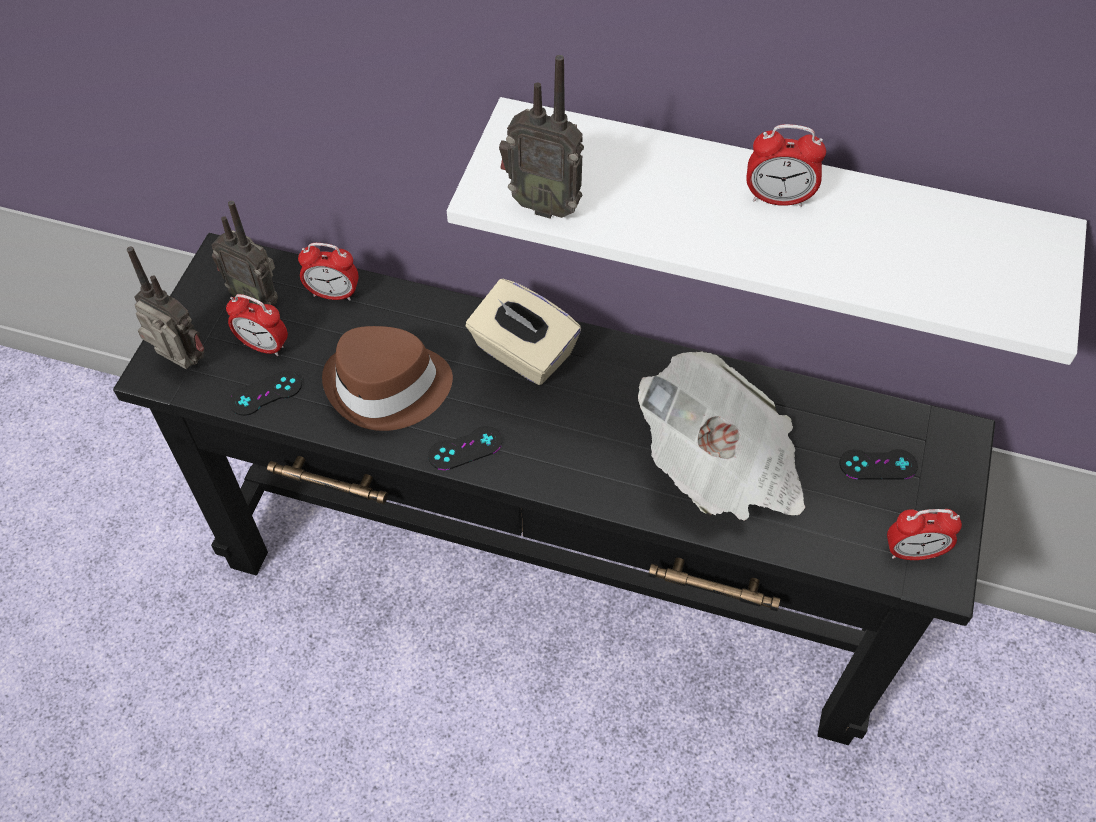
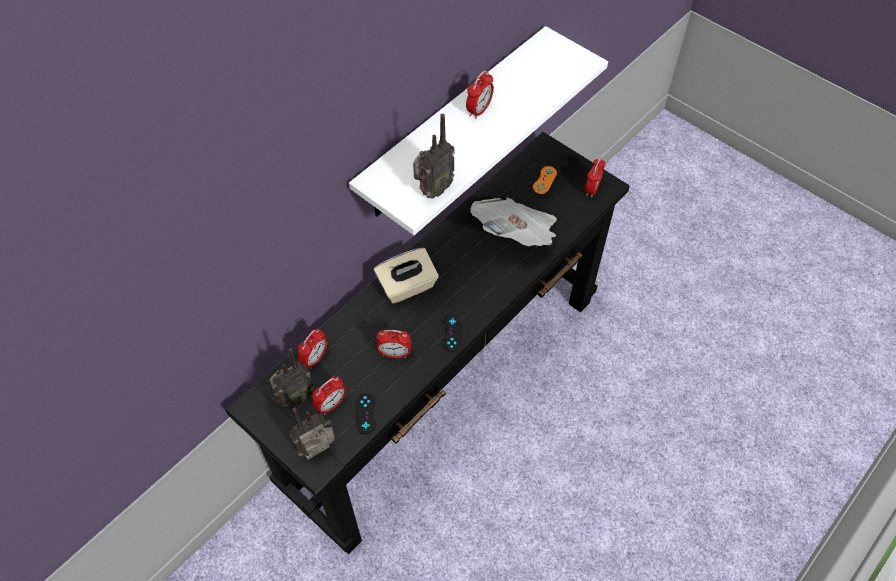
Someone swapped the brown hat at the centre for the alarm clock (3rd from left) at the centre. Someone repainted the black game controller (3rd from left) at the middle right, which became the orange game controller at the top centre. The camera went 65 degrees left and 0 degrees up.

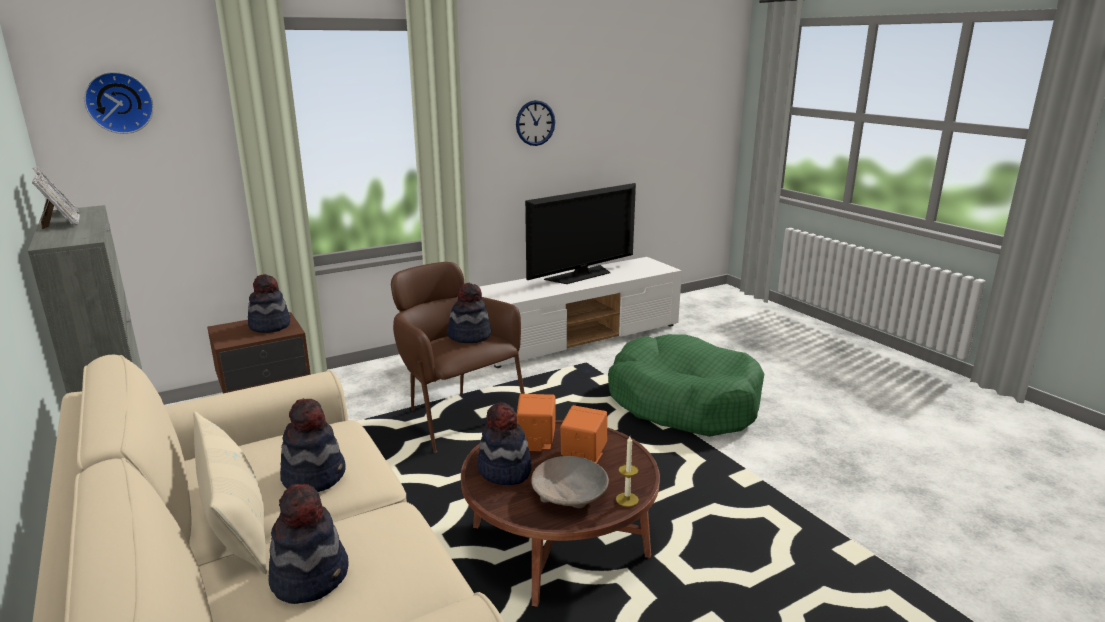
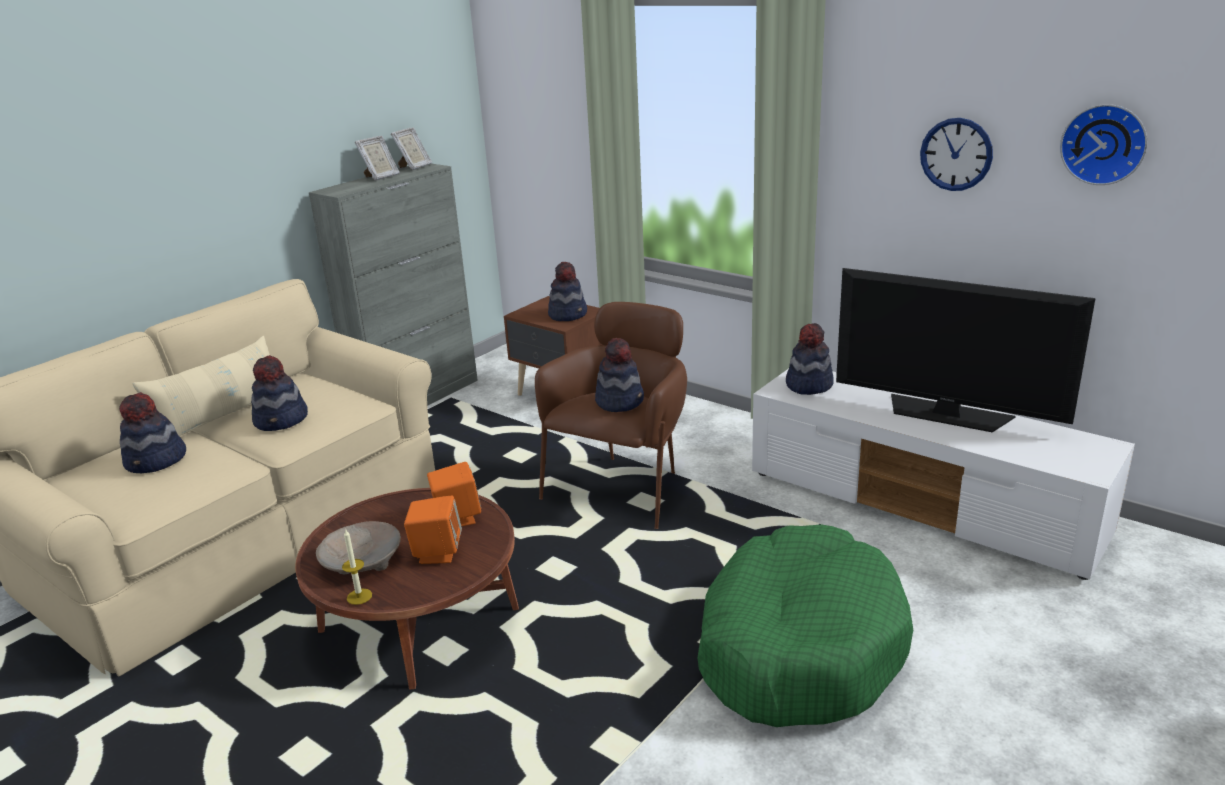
Someone carried the wall clock (1st from left in the first image) from the top left to the top right. Someone carried the hat (5th from left) from the bottom centre to the centre. The camera went 70 degrees right and 5 degrees up.

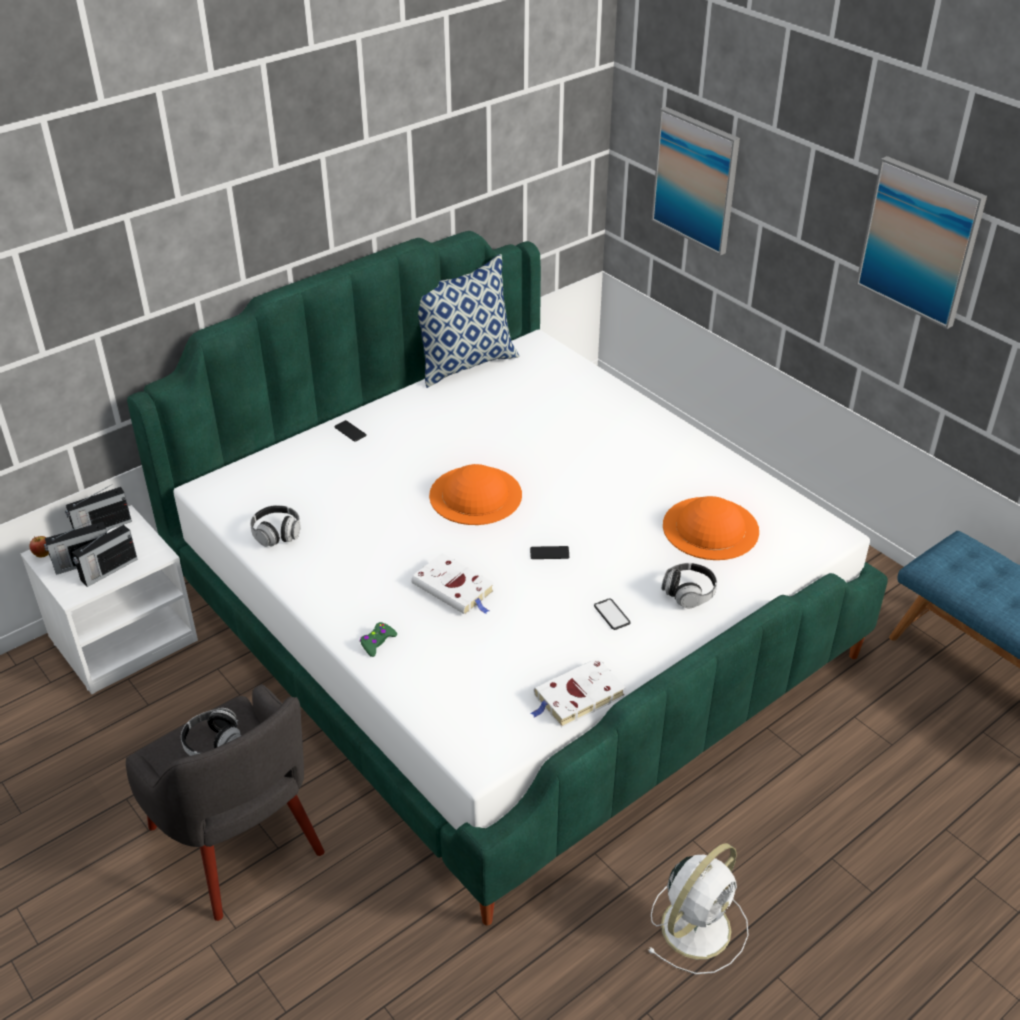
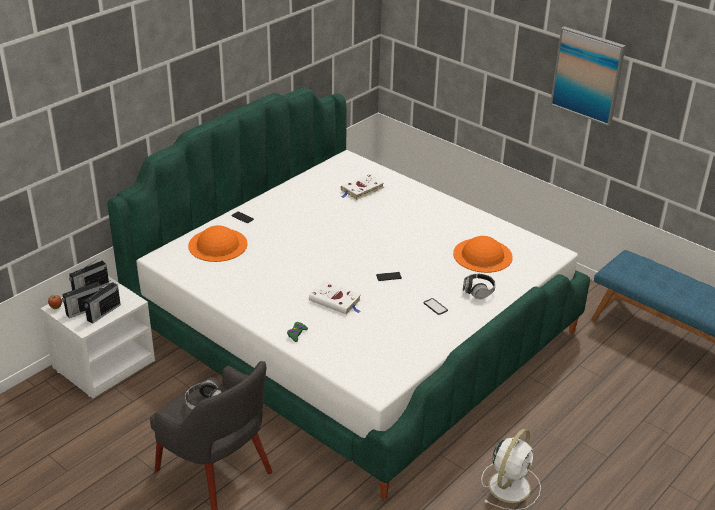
Someone took away the headphones (2nd from left) at the middle left. Someone took away the pillow at the top centre. Someone carried the orange hat (1st from left) from the centre to the middle left. Someone carried the white book (2nd from left) from the bottom centre to the centre. Someone took away the picture (1st from left) at the top right. The camera went 10 degrees left and 5 degrees down.

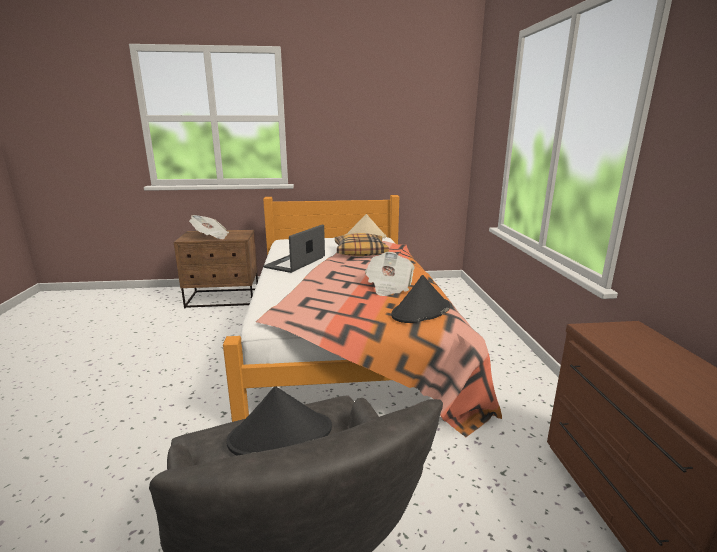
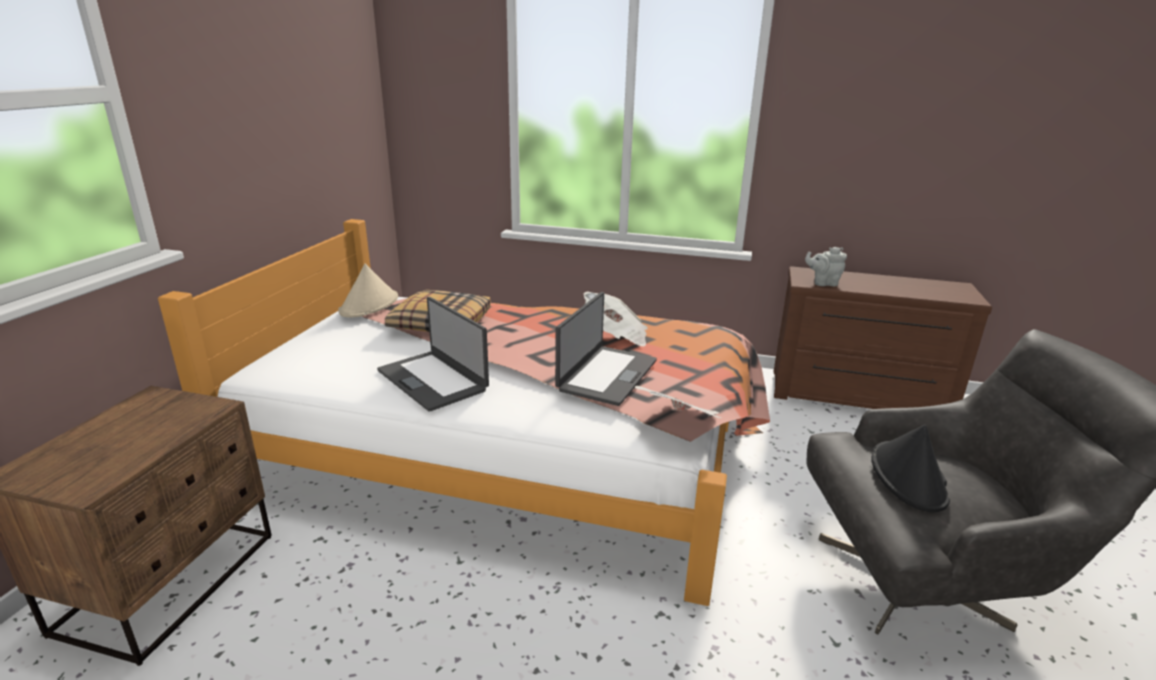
Someone carried the newspaper (1st from left in the first image) from the middle left to the centre. Someone took away the black hat (2nd from left) at the centre. Someone put down the laptop (2nd from left) at the centre. Someone put down the grey teapot at the middle right. The camera went 70 degrees left and 5 degrees up.

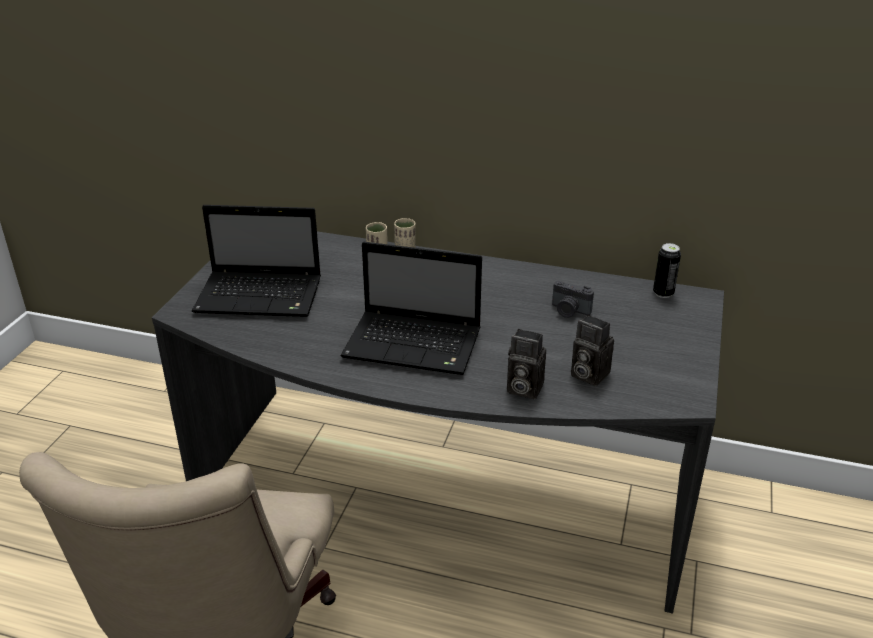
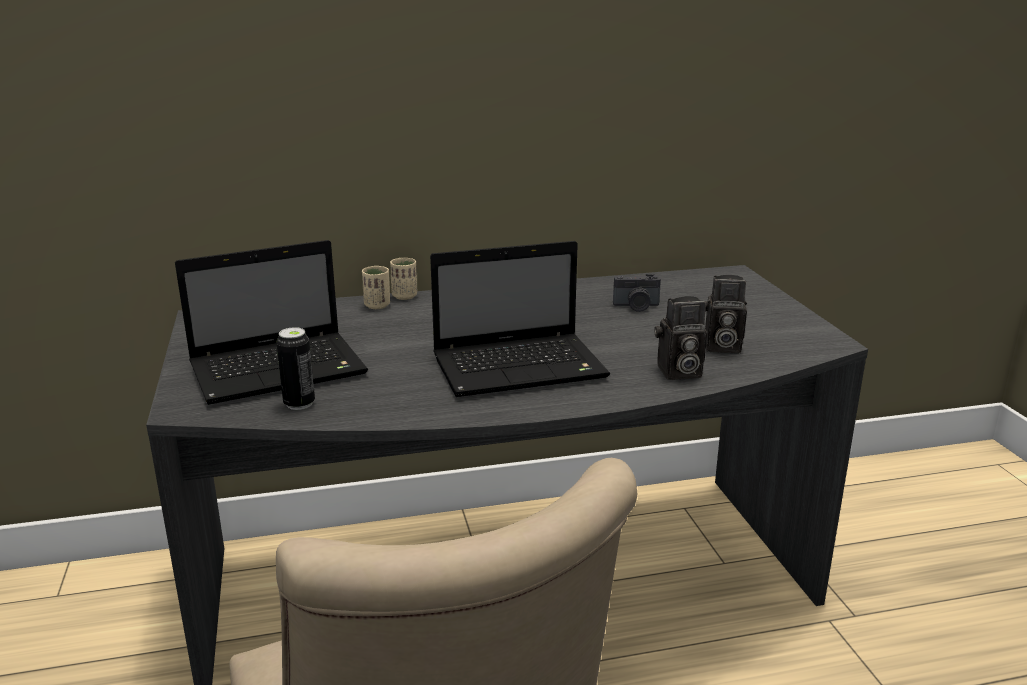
Someone carried the can from the middle right to the middle left. The camera went 30 degrees left and 10 degrees down.

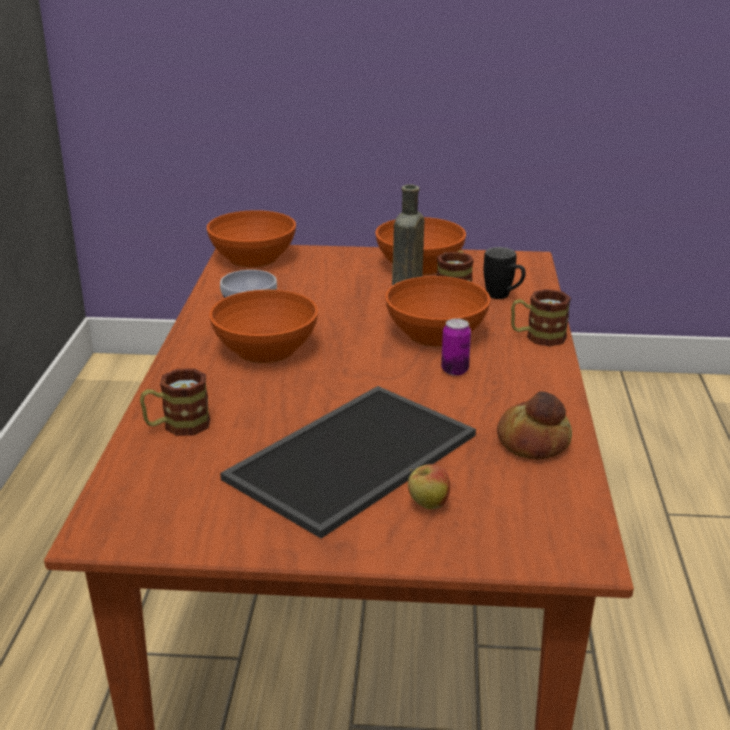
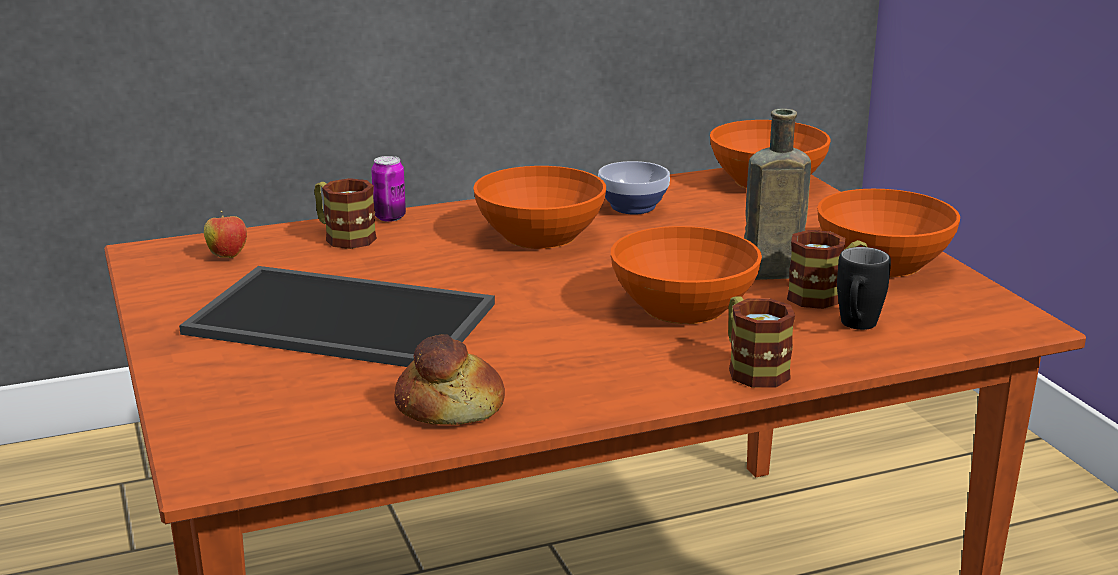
Someone carried the apple from the centre to the middle left. Someone carried the can from the centre to the top centre. The camera went 65 degrees right and 5 degrees down.

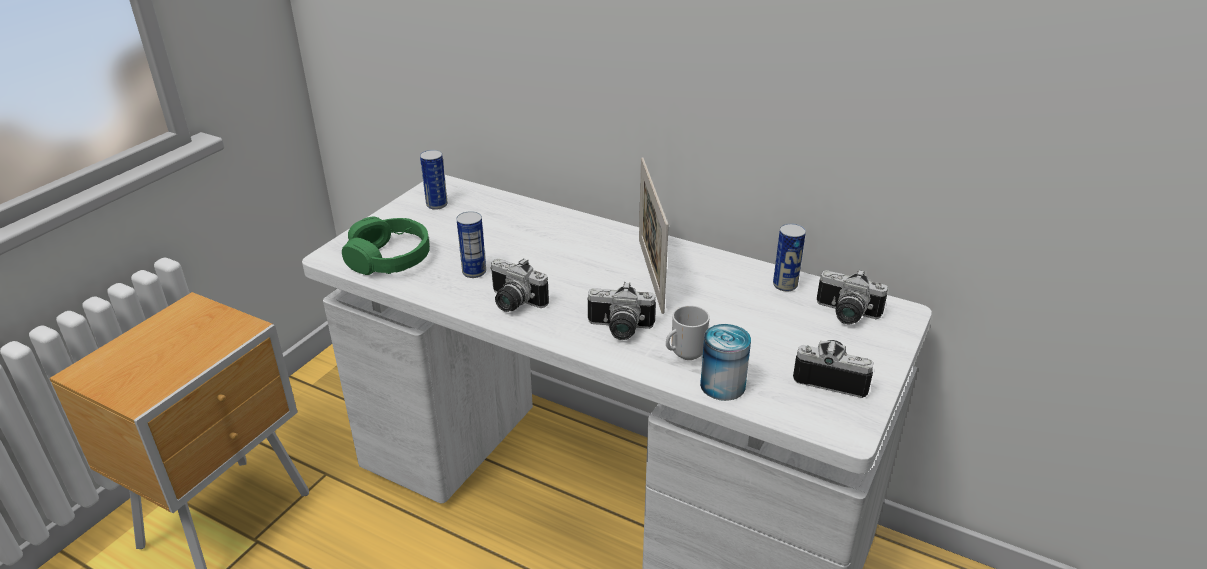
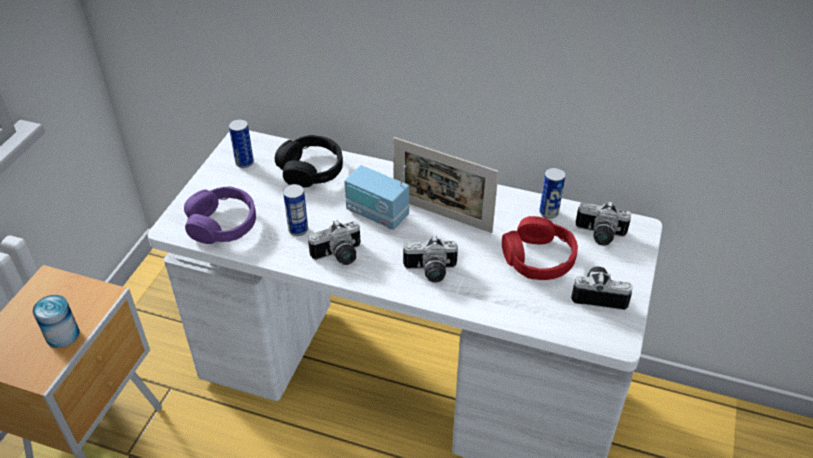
Someone repainted the green headphones at the middle left, which became the purple headphones at the middle left. Someone rotated the photo camera (1st from left) at the centre by 45 degrees counterclockwise. Someone rotated the picture frame at the centre by 45 degrees counterclockwise. Someone took away the mug at the centre. Someone carried the can (3rd from left in the first image) from the centre to the bottom left. Someone put down the black headphones at the centre. Someone put down the radio at the centre. Someone put down the red headphones at the centre. The camera went 10 degrees left and 10 degrees up.

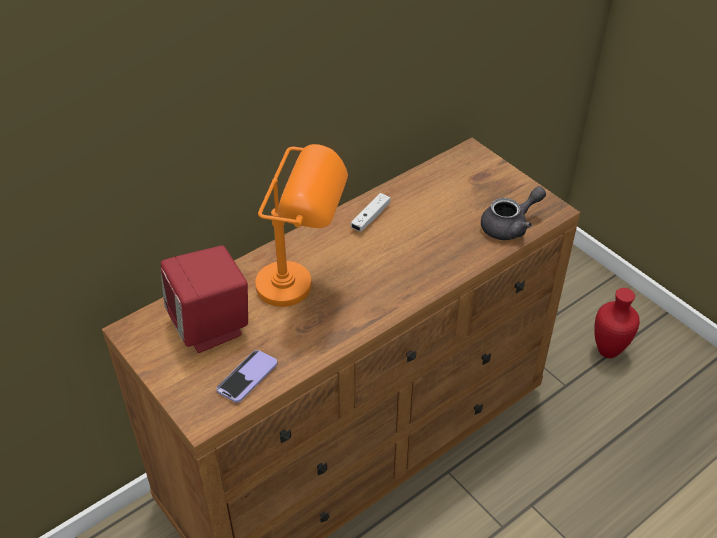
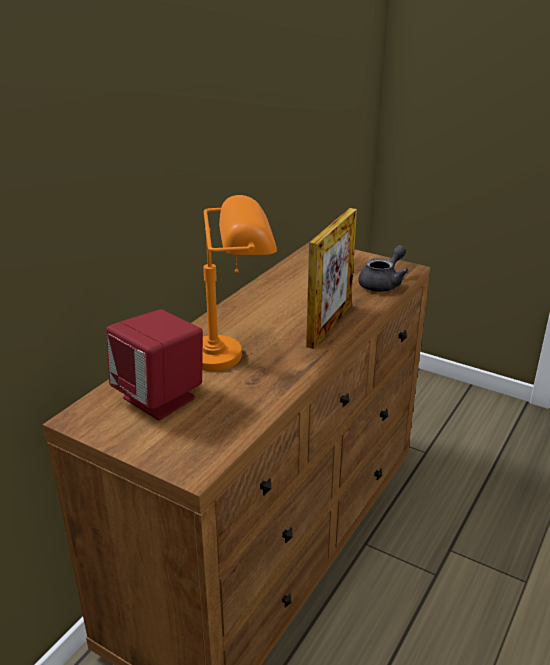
Someone took away the phone at the bottom centre. Someone took away the white game controller at the centre. Someone took away the red vase at the middle right. Someone put down the picture frame at the centre. The camera went 20 degrees left and 15 degrees down.

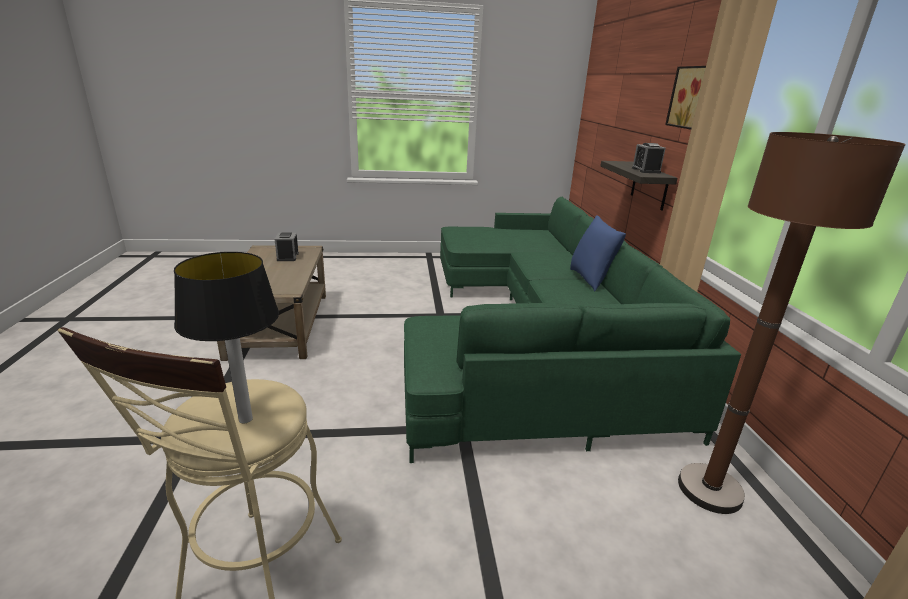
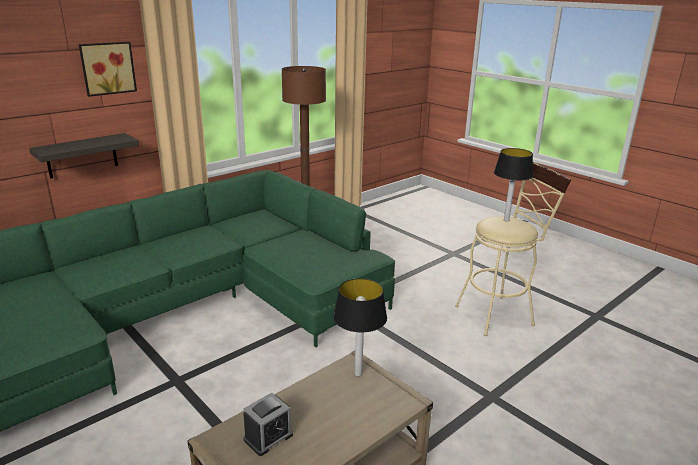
Someone took away the blue pillow at the centre. Someone took away the alarm clock (2nd from left) at the top right. Someone put down the table lamp (1st from left) at the bottom centre. The camera went 125 degrees left and 0 degrees up.

